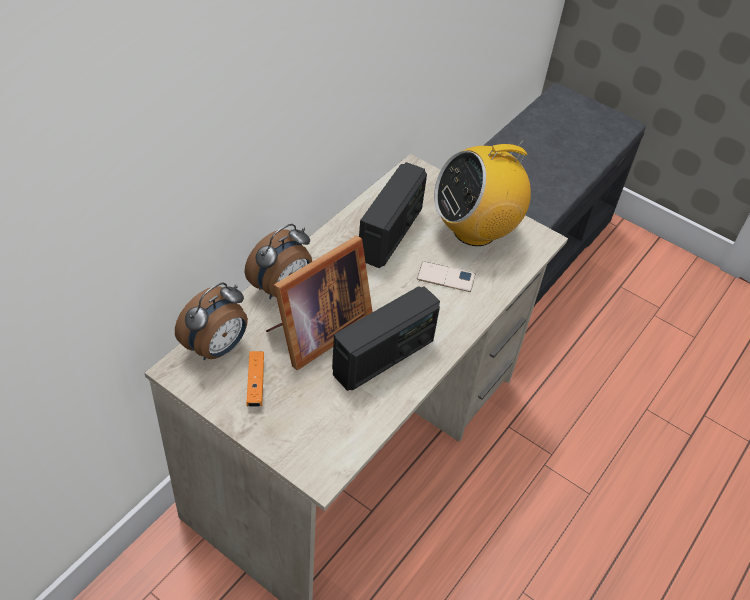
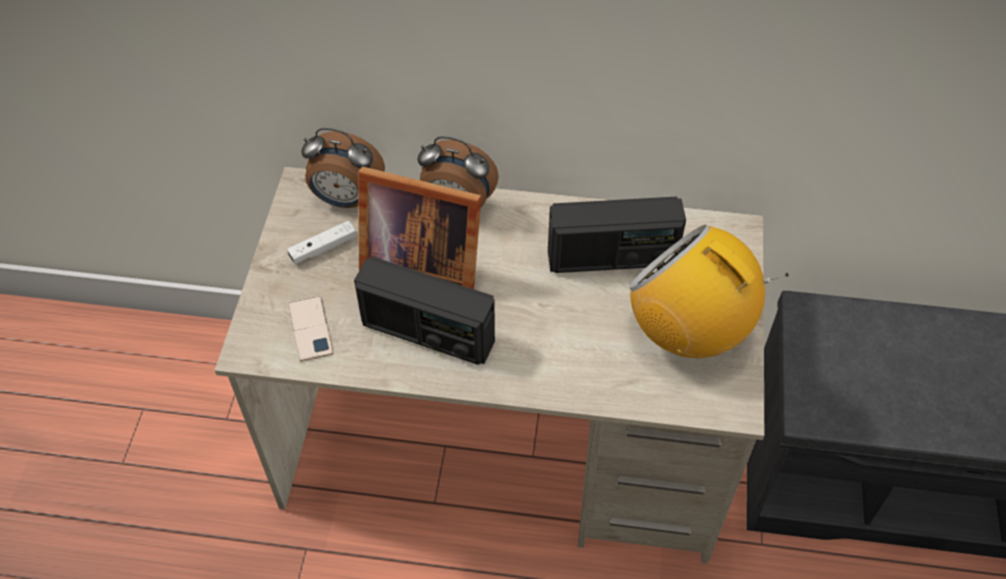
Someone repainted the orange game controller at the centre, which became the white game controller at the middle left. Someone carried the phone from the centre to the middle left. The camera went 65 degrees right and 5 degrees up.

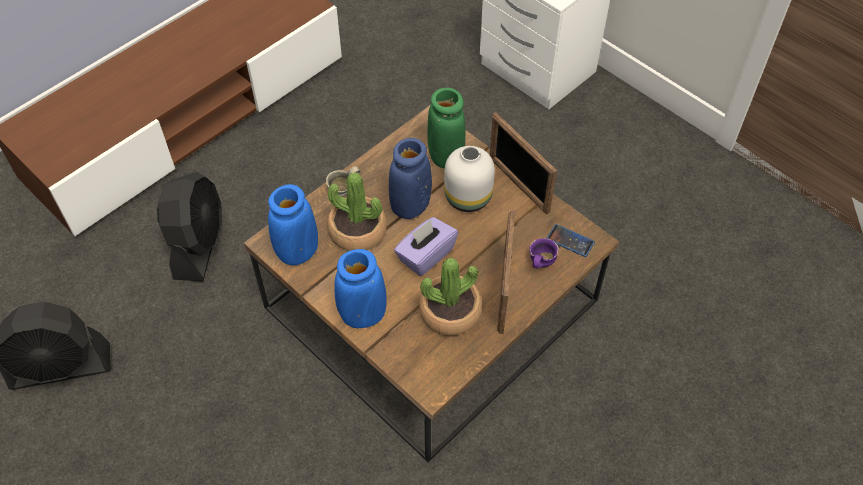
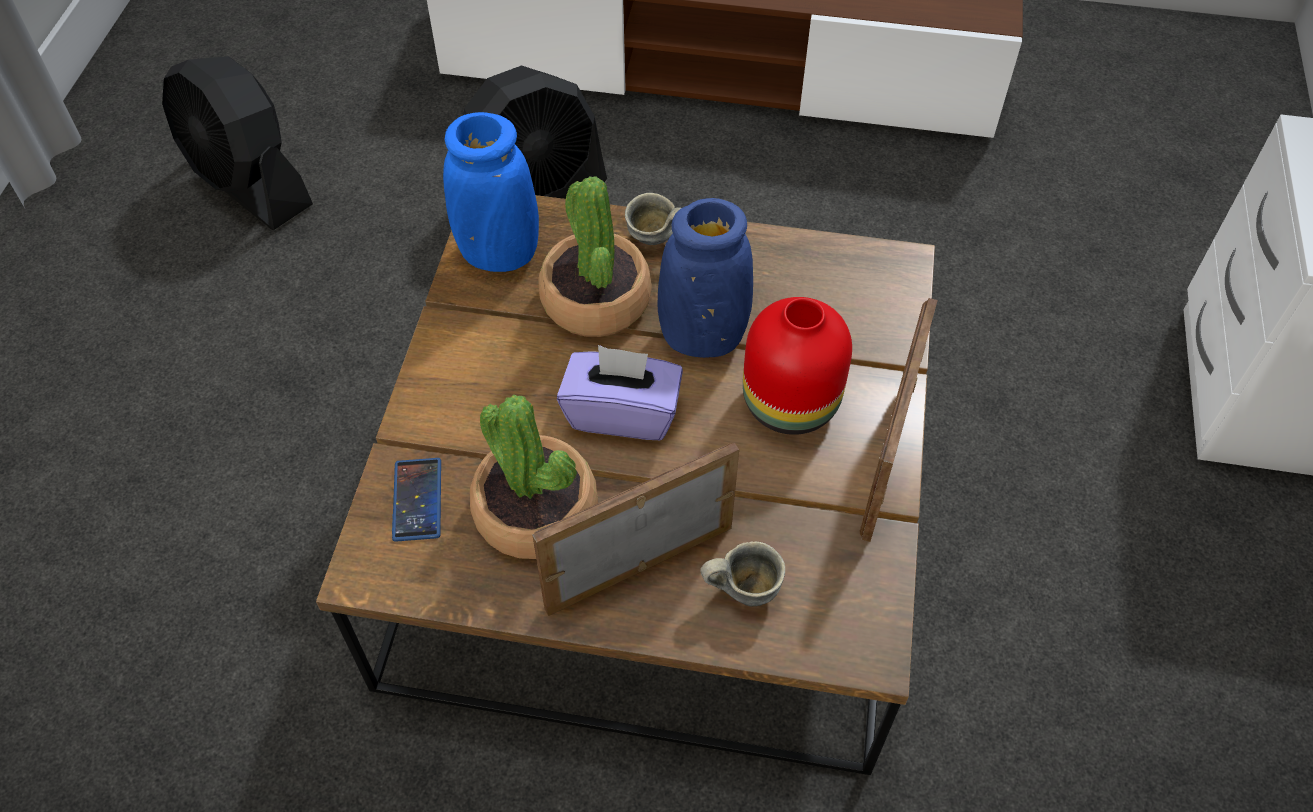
Someone took away the blue vase (2nd from left) at the centre. Someone took away the green vase at the top centre. Someone repainted the white vase at the centre, which became the red vase at the centre. Someone repainted the purple mug at the centre, which became the grey mug (2nd from left) at the bottom centre. Someone carried the phone from the centre to the middle left. The camera went 55 degrees right and 0 degrees up.

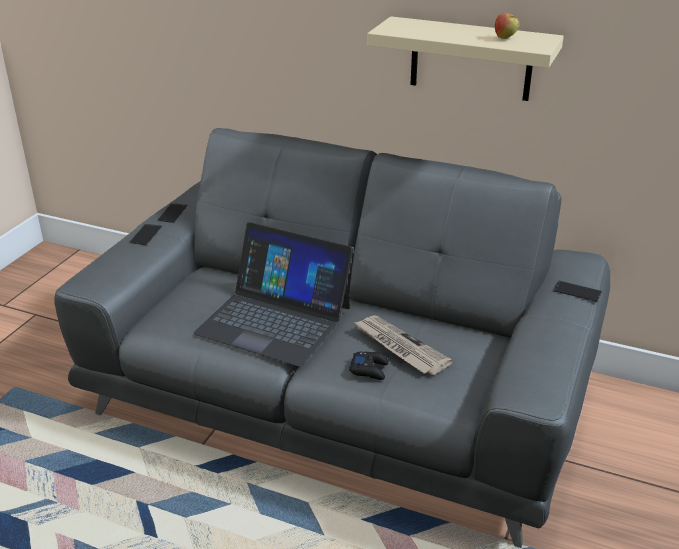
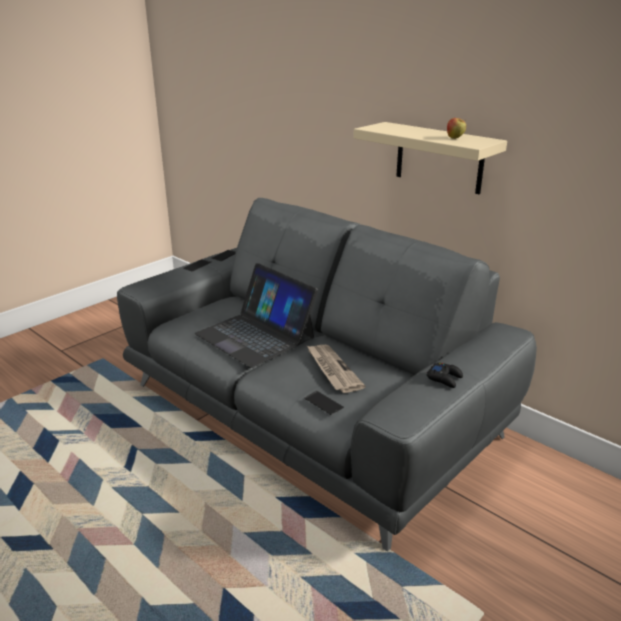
Someone carried the black game controller from the centre to the middle right. Someone carried the phone (3rd from left) from the middle right to the centre. The camera went 20 degrees right and 5 degrees down.

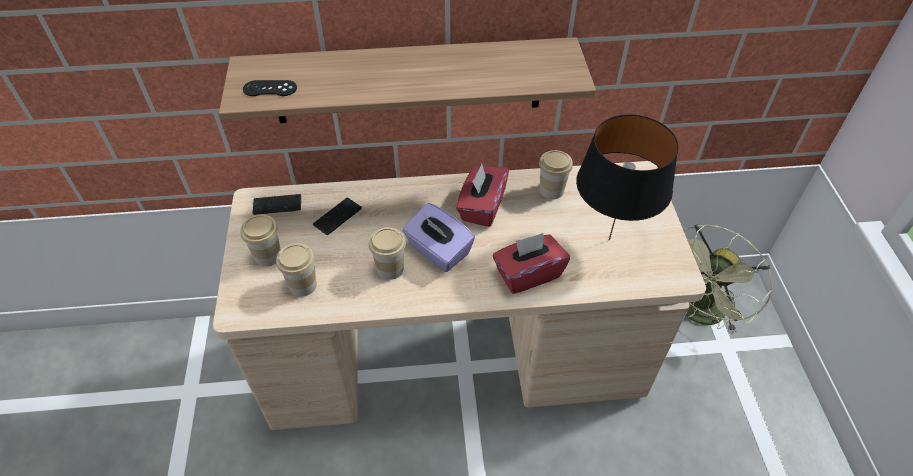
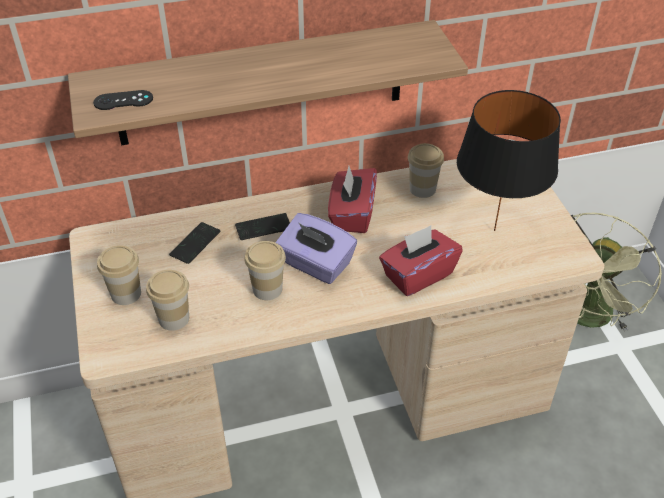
Someone carried the phone (1st from left in the first image) from the middle left to the centre. The camera went 10 degrees left and 5 degrees down.

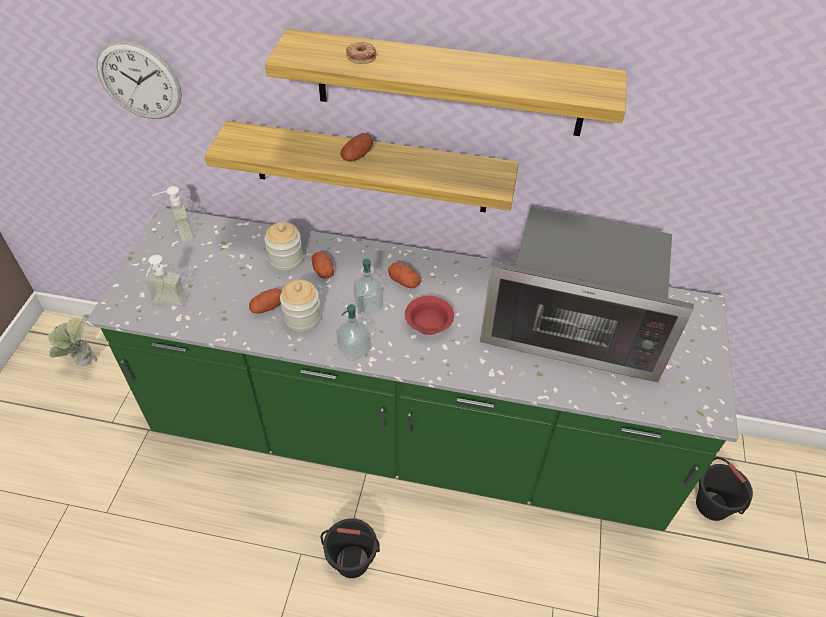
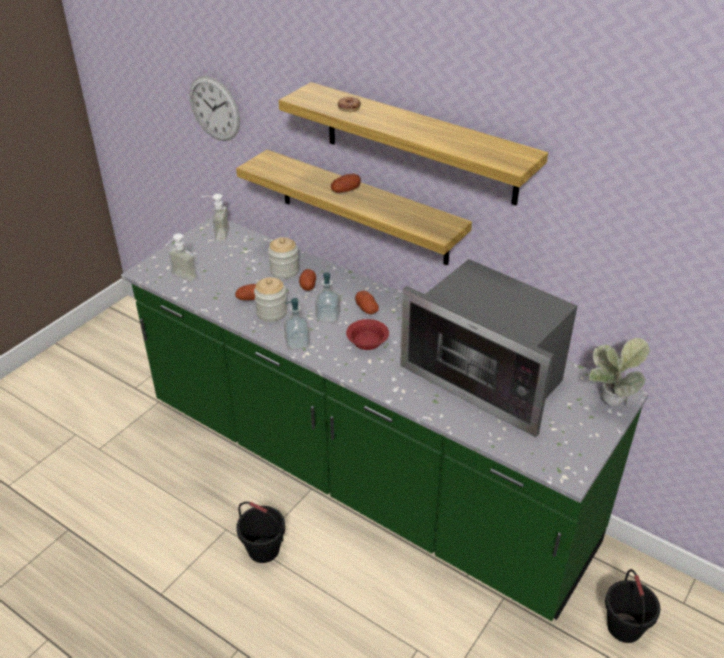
Someone carried the potted plant from the middle left to the middle right. The camera went 25 degrees right and 10 degrees down.

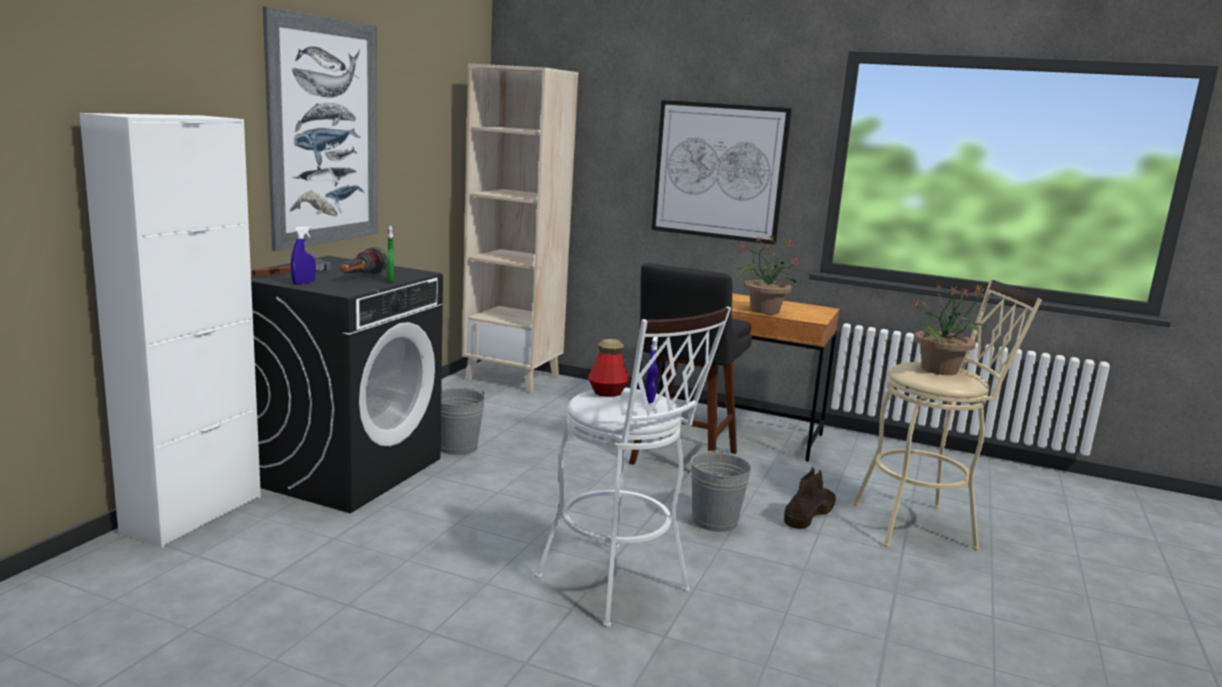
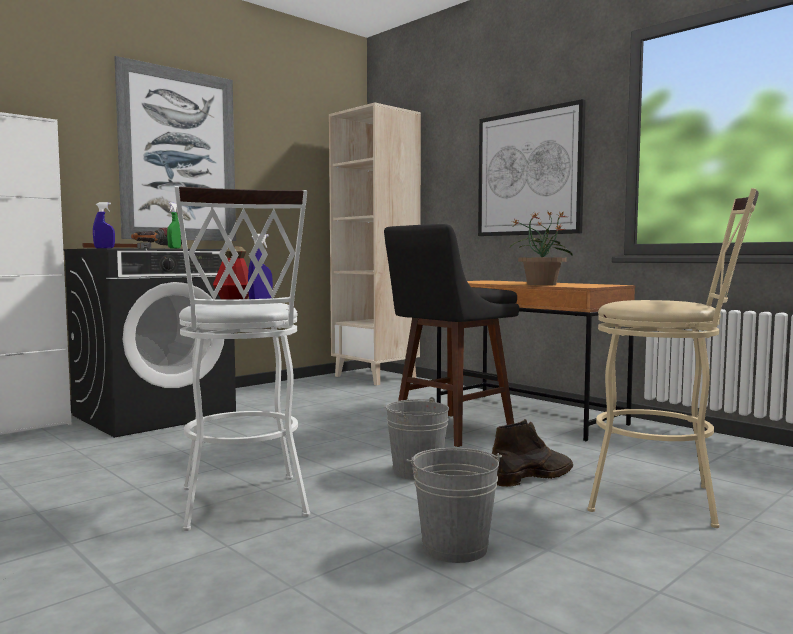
Someone carried the grey bucket (1st from left in the first image) from the centre to the bottom centre. Someone took away the potted plant (2nd from left) at the middle right. The camera went 25 degrees right and 10 degrees down.

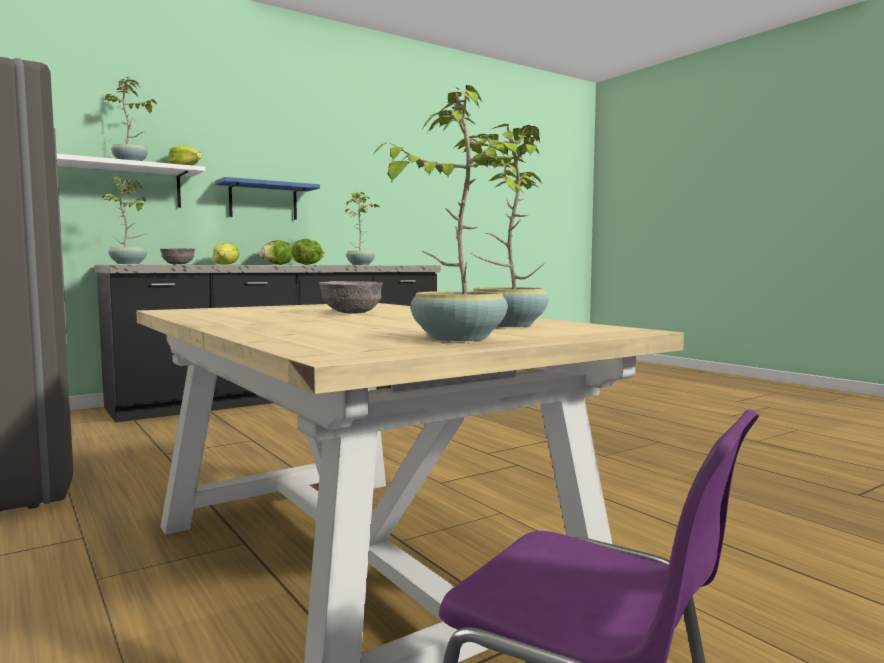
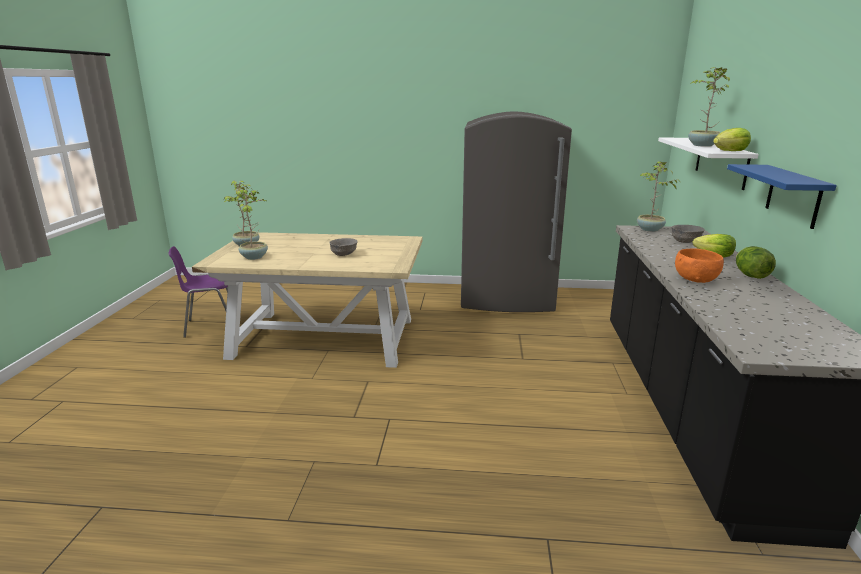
Someone swapped the lettuce (4th from left) at the centre for the orange bowl at the middle right. Someone took away the potted plant (3rd from left) at the centre. The camera went 130 degrees right and 15 degrees up.

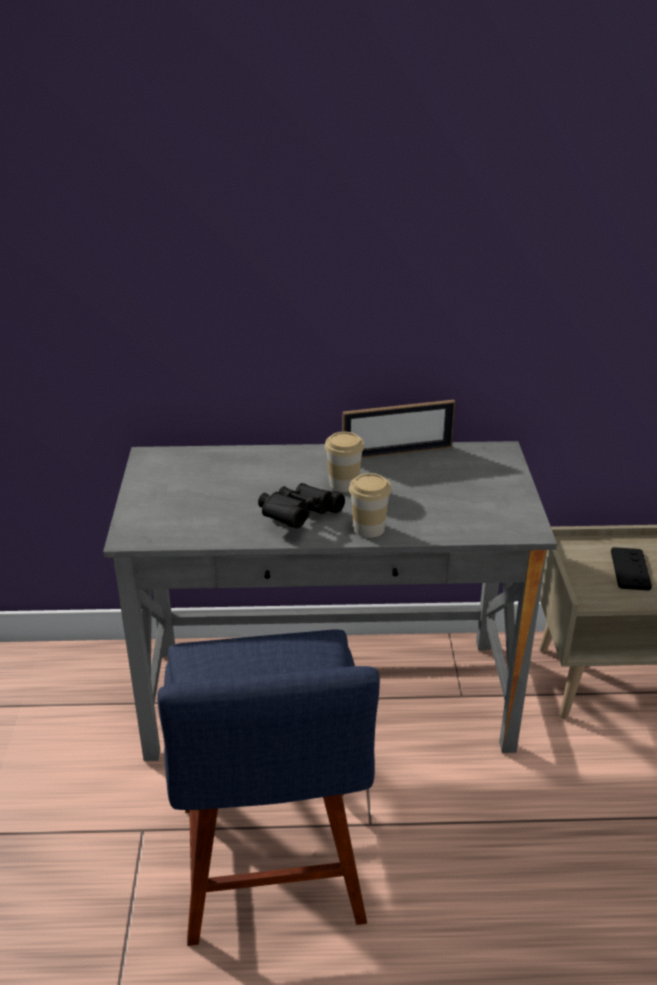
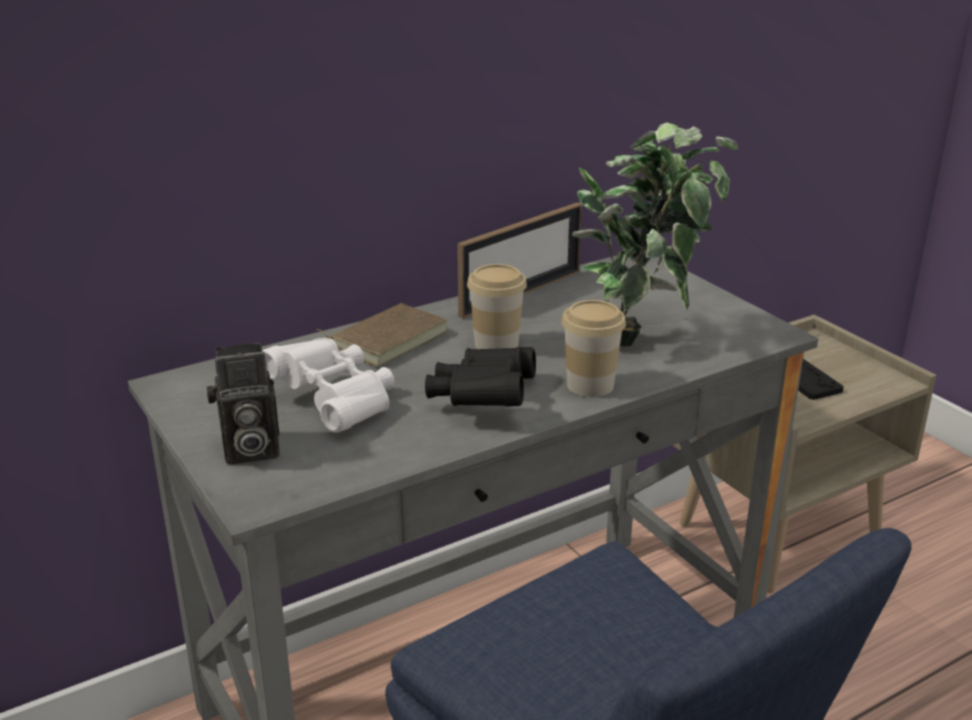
Someone put down the photo camera at the middle left. Someone put down the white binoculars at the centre. Someone put down the brown book at the centre. Someone put down the potted plant at the top right. The camera went 30 degrees left and 5 degrees down.

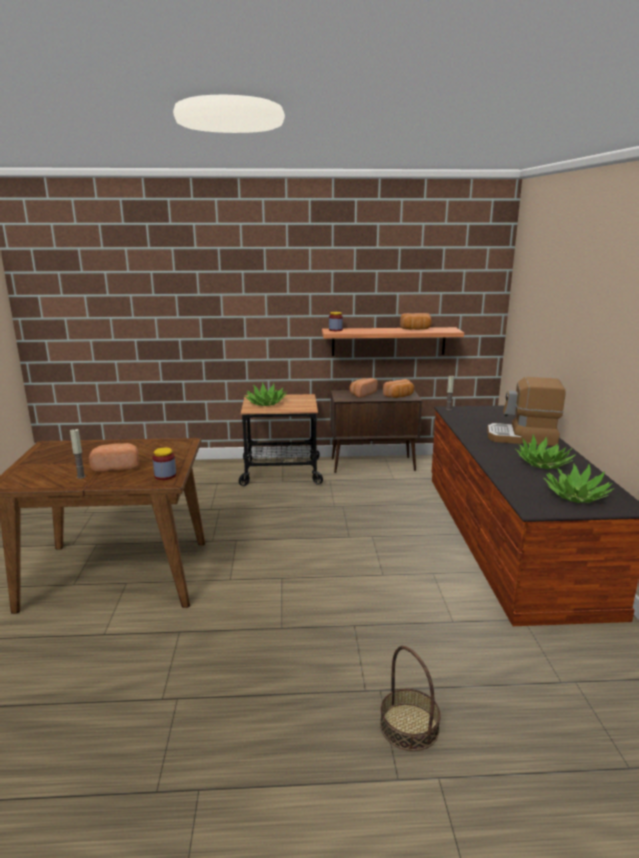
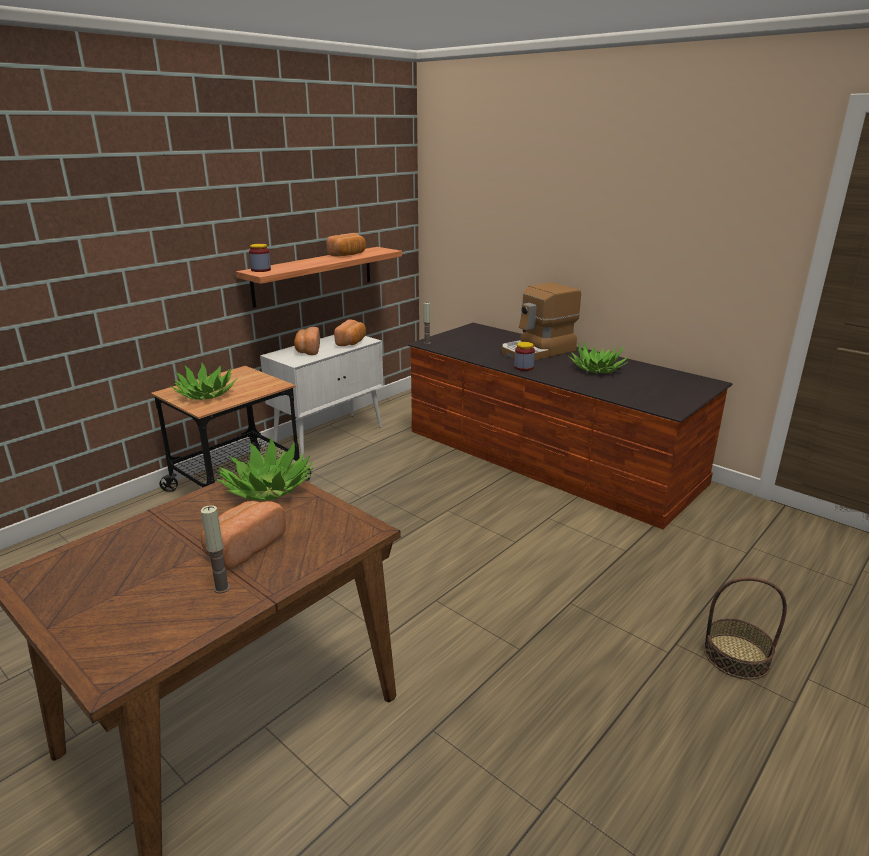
Someone carried the jar (1st from left in the first image) from the middle left to the centre. Someone repainted the brown cabinet at the centre, which became the white cabinet at the centre. Someone carried the potted plant (3rd from left in the first image) from the middle right to the middle left. The camera went 45 degrees left and 5 degrees up.

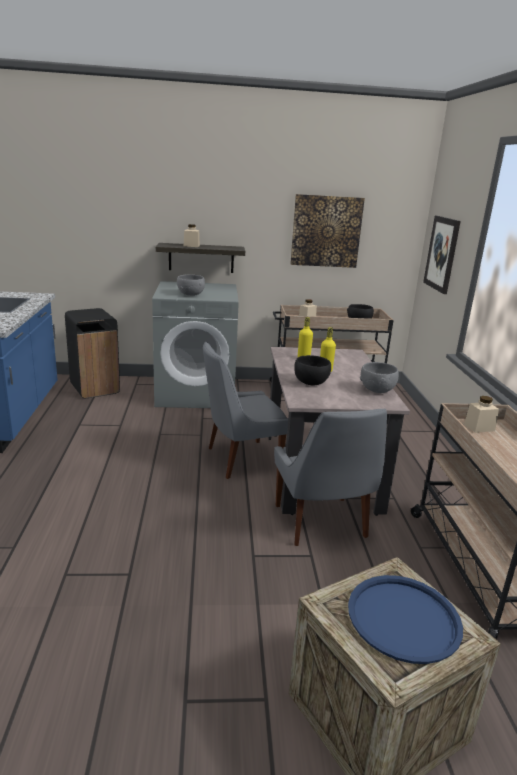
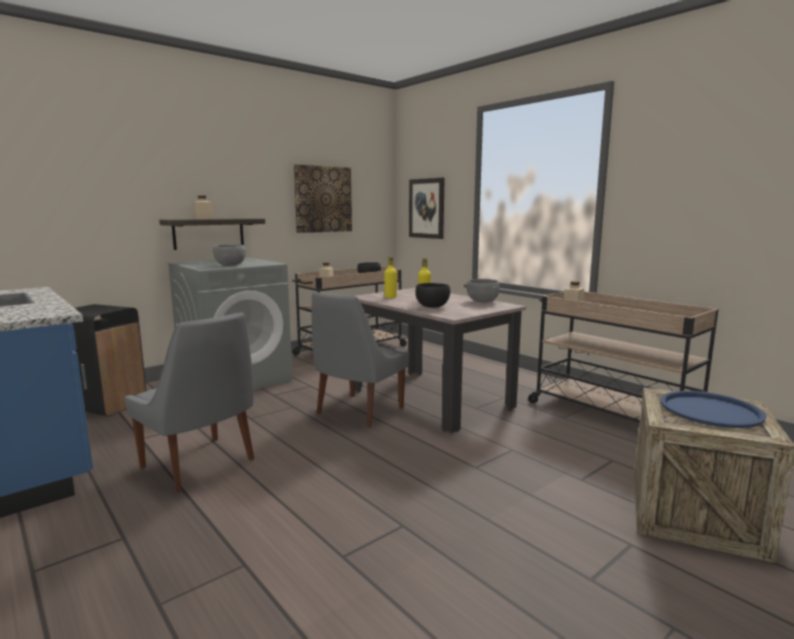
Someone carried the grey chair (2nd from left in the first image) from the centre to the middle left. The camera went 35 degrees left and 10 degrees down.

